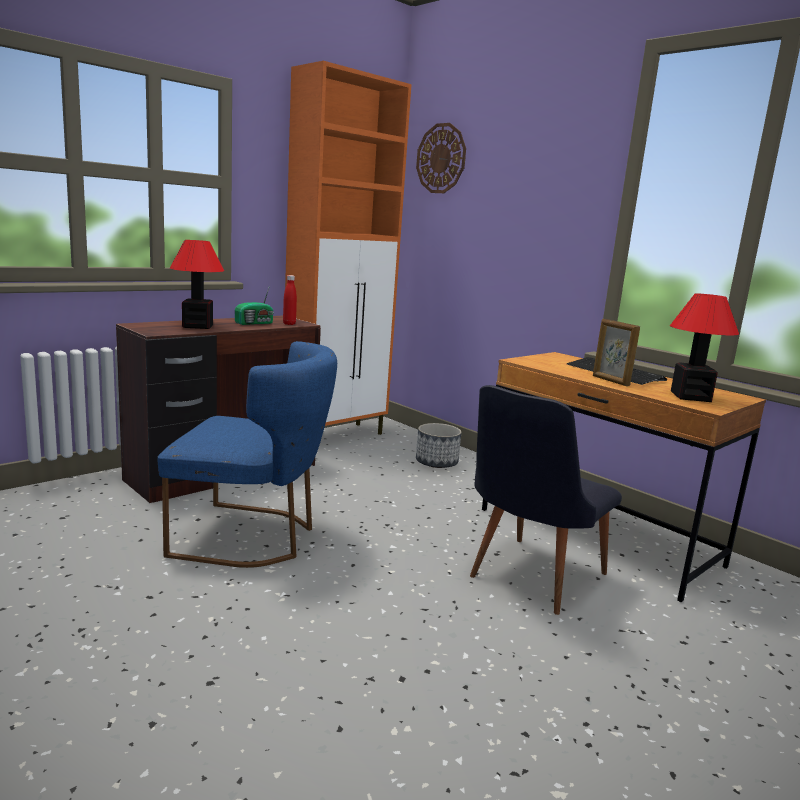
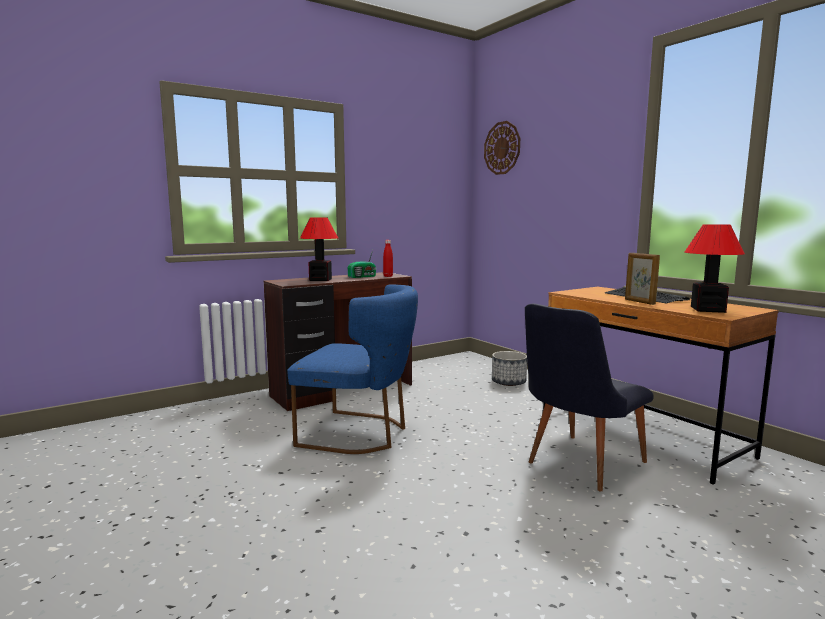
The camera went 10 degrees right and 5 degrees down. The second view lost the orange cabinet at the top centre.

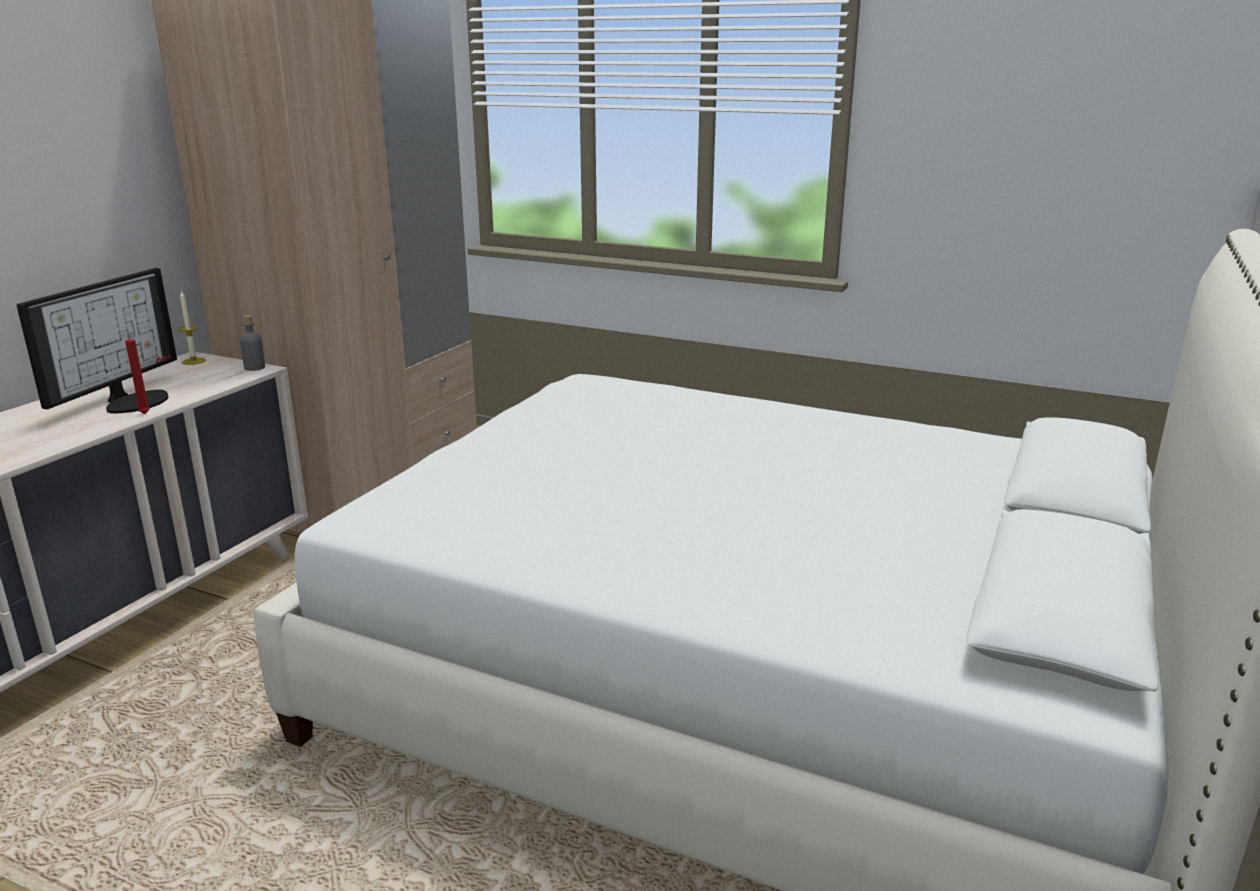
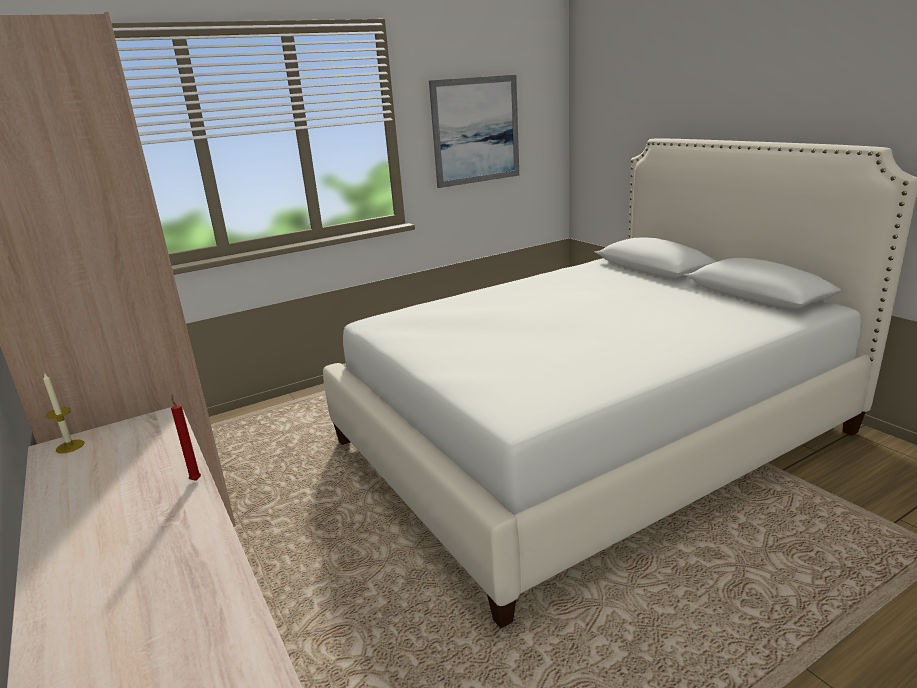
The camera went 55 degrees left and 0 degrees up. The second view gained the picture at the top centre. The second view lost the monitor at the middle left. The second view lost the grey bottle at the middle left.

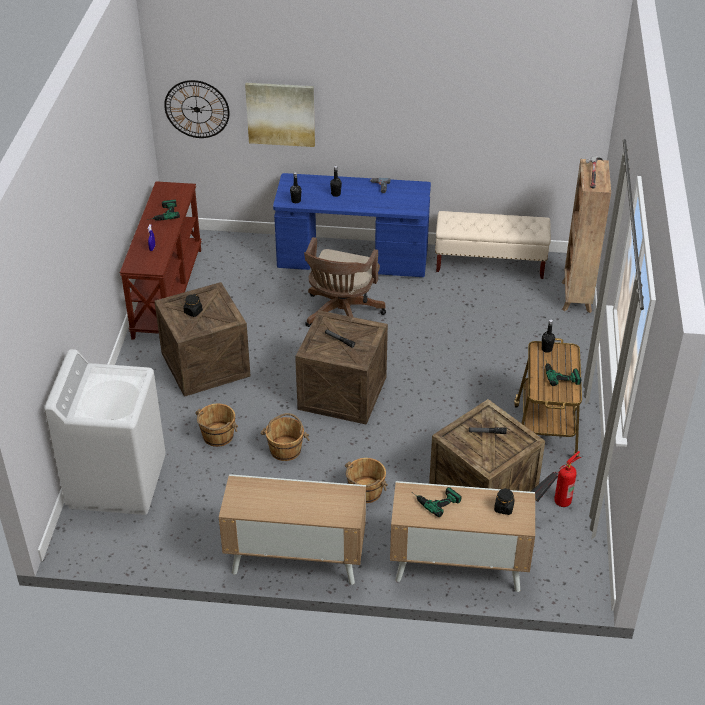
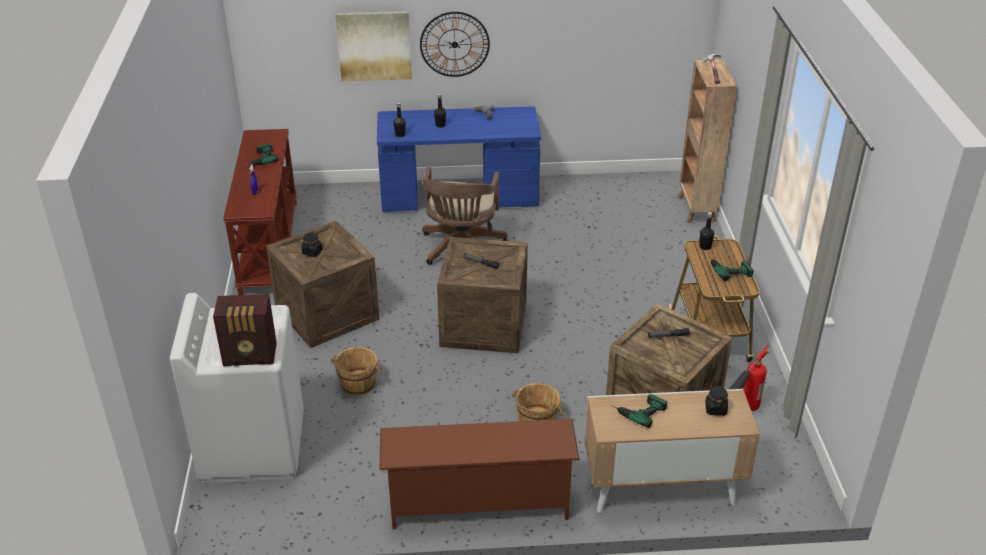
The camera went 10 degrees left and 5 degrees down. The second view gained the radio at the middle left. Where the cabinet (no. 1 from left) stood at the bottom centre, the brown shoe rack came to stand at the bottom centre. The wall clock ended up elsewhere, having gone from the top left to the top centre. The second view lost the brown bucket (no. 2 from left) at the centre. The second view lost the beige bench at the middle right.

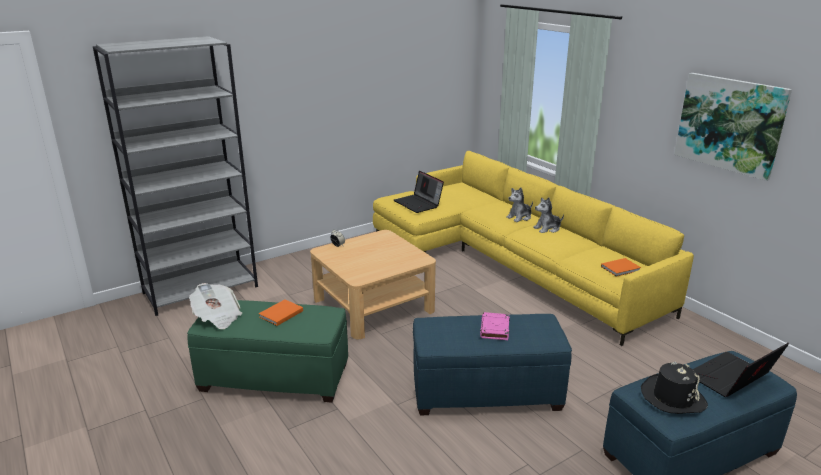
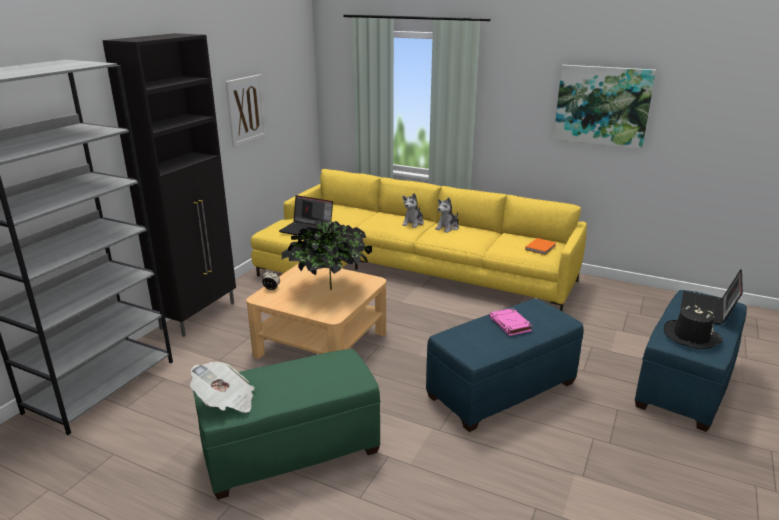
The camera went 30 degrees left and 0 degrees up. The second view gained the black cabinet at the middle left. The second view gained the picture (no. 1 from left) at the top left. The second view gained the potted plant at the centre. The second view lost the orange book (no. 1 from left) at the centre.

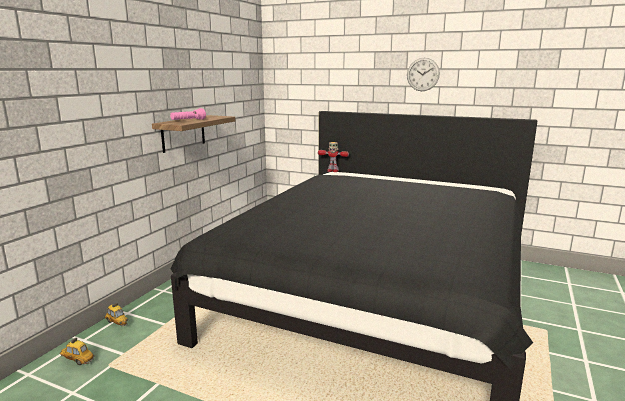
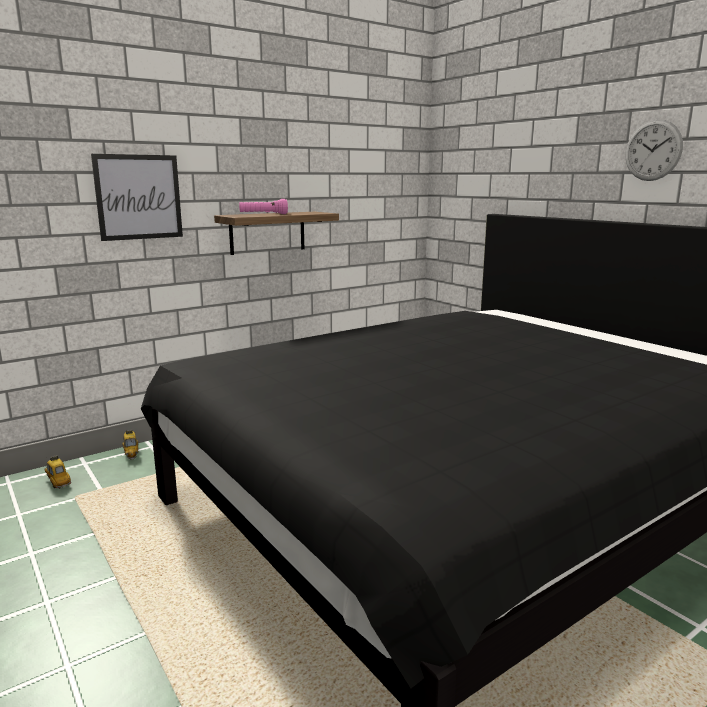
The camera went 30 degrees right and 0 degrees up. The second view gained the picture at the top left. The second view lost the toy robot at the centre.

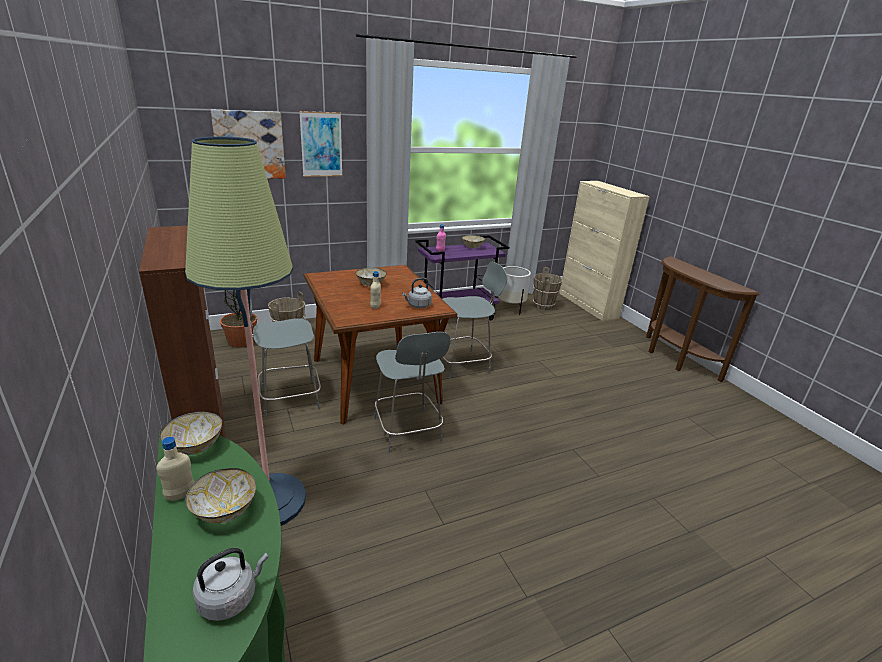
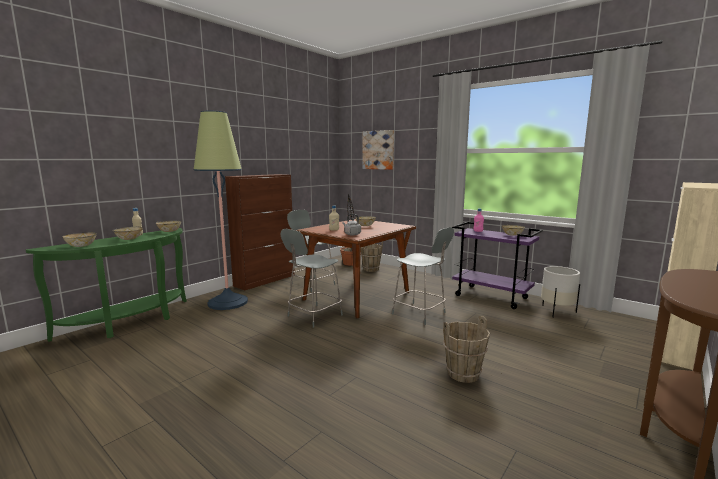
The camera went 65 degrees right and 15 degrees down. Where the grey kettle (no. 1 from left) stood at the bottom left, the bowl (no. 1 from left) came to stand at the middle left. The brown bucket (no. 2 from left) ended up elsewhere, having gone from the centre to the bottom centre. The second view lost the picture (no. 2 from left) at the top centre.

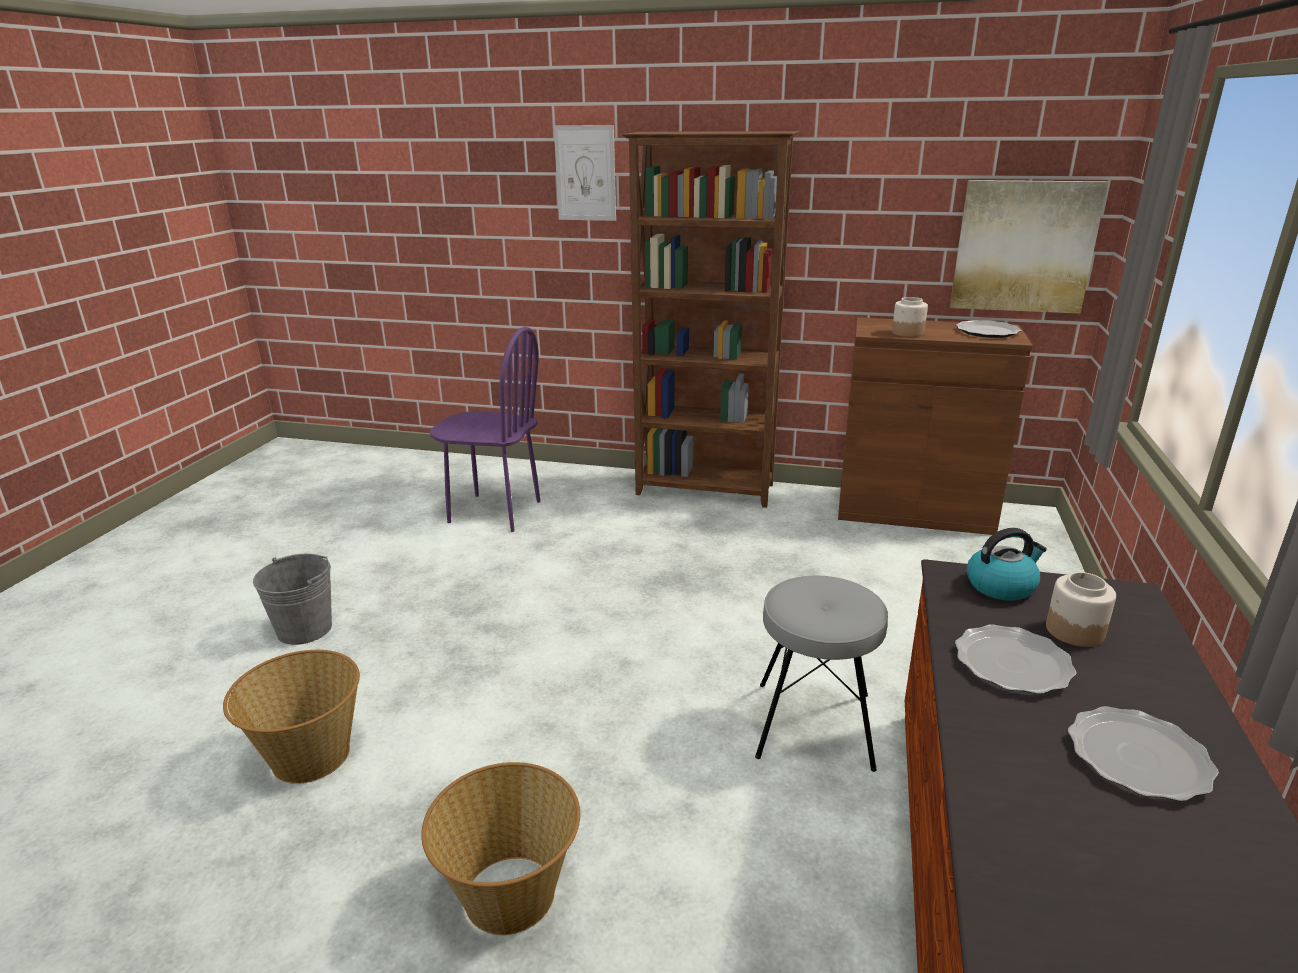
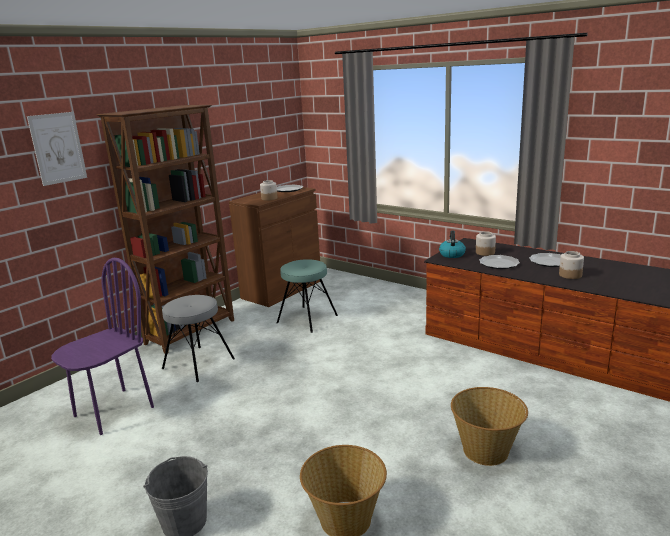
The camera went 65 degrees left and 5 degrees down. The grey stool ended up elsewhere, having gone from the bottom centre to the middle left. The second view gained the turquoise stool at the centre. The second view gained the jar (no. 3 from left) at the middle right. The second view lost the picture (no. 2 from left) at the top right.

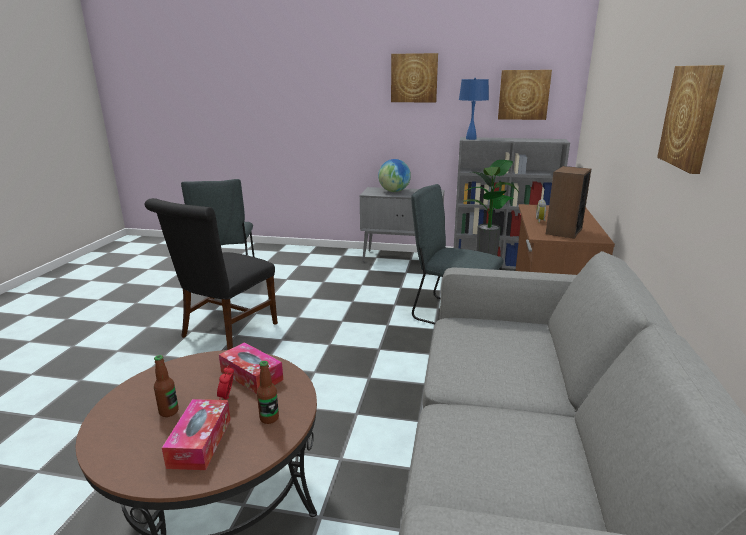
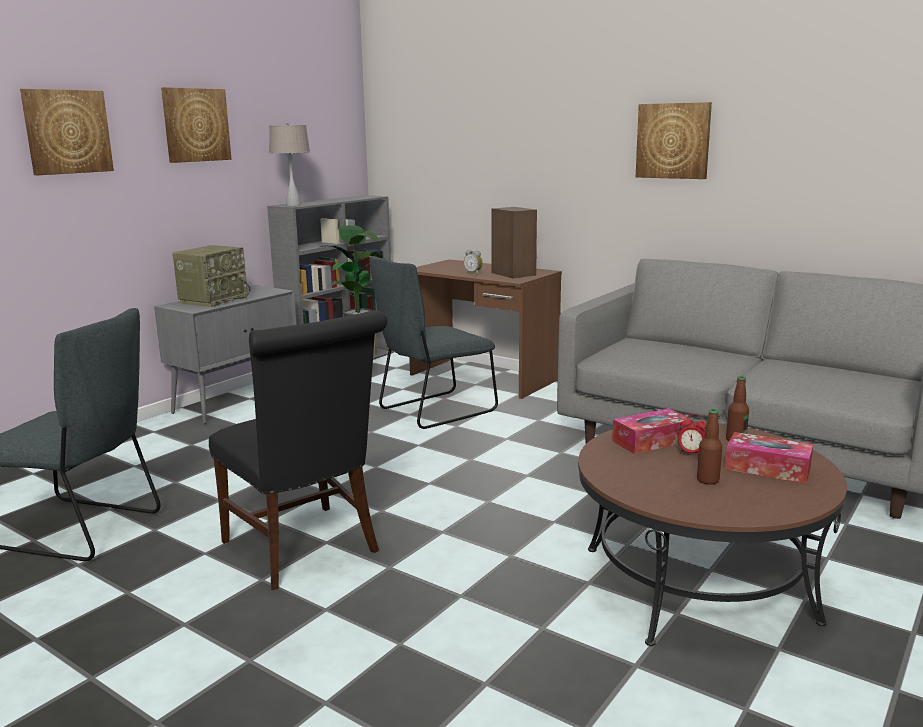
The camera went 65 degrees left and 5 degrees down. The picture (no. 2 from left in the first image) ended up elsewhere, having gone from the top right to the top left. Where the globe stood at the top centre, the radio came to stand at the middle left. What was the blue table lamp at the top centre turned into the beige table lamp at the top left.

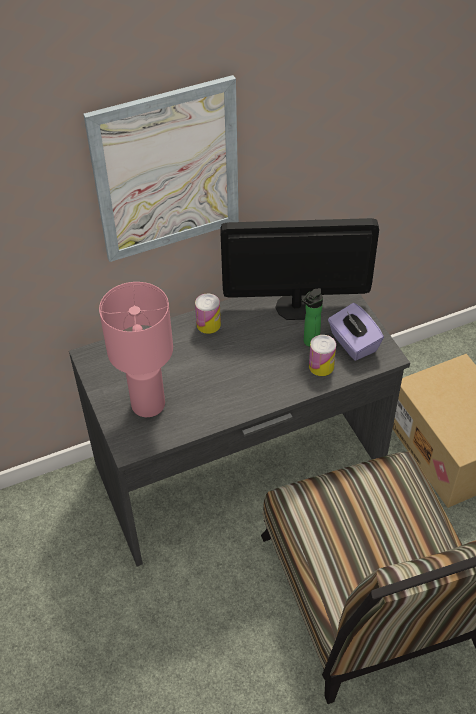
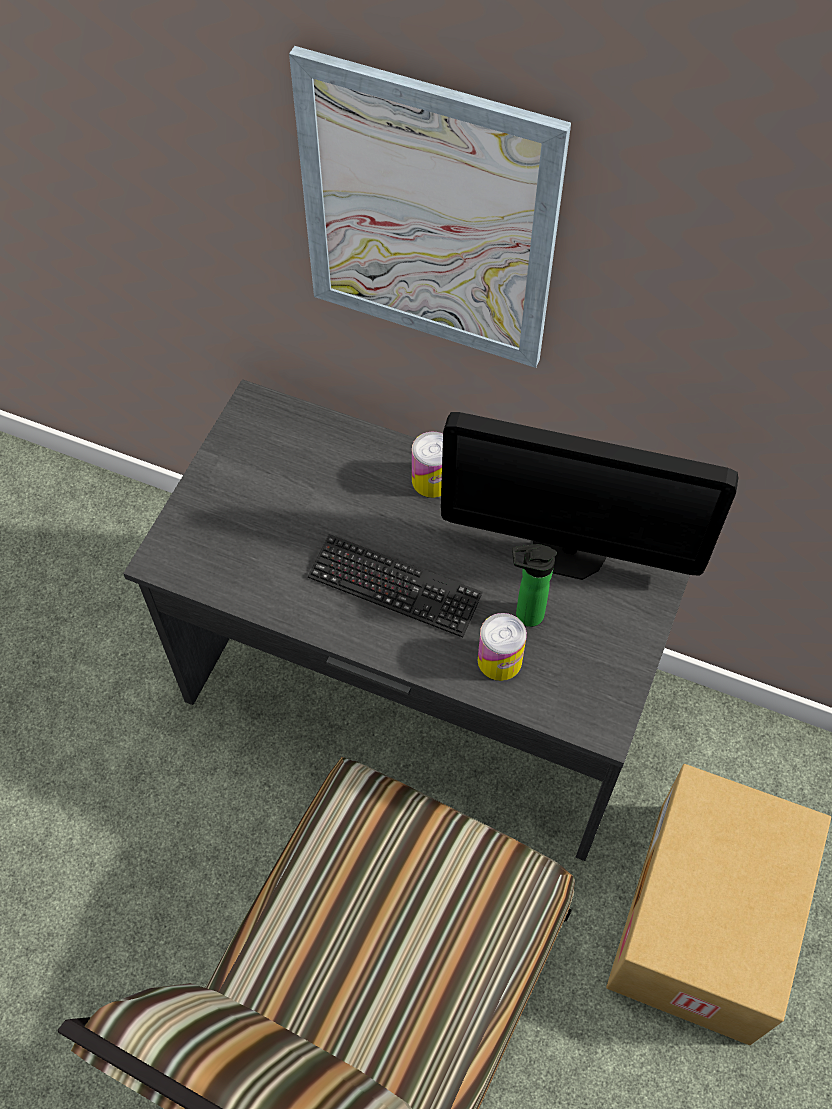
The camera went 45 degrees right and 10 degrees up. The second view gained the keyboard at the centre. The monitor at the centre ended up facing another way, 150 degrees clockwise from before. The second view lost the pink table lamp at the middle left. The second view lost the purple tissue box at the middle right.

